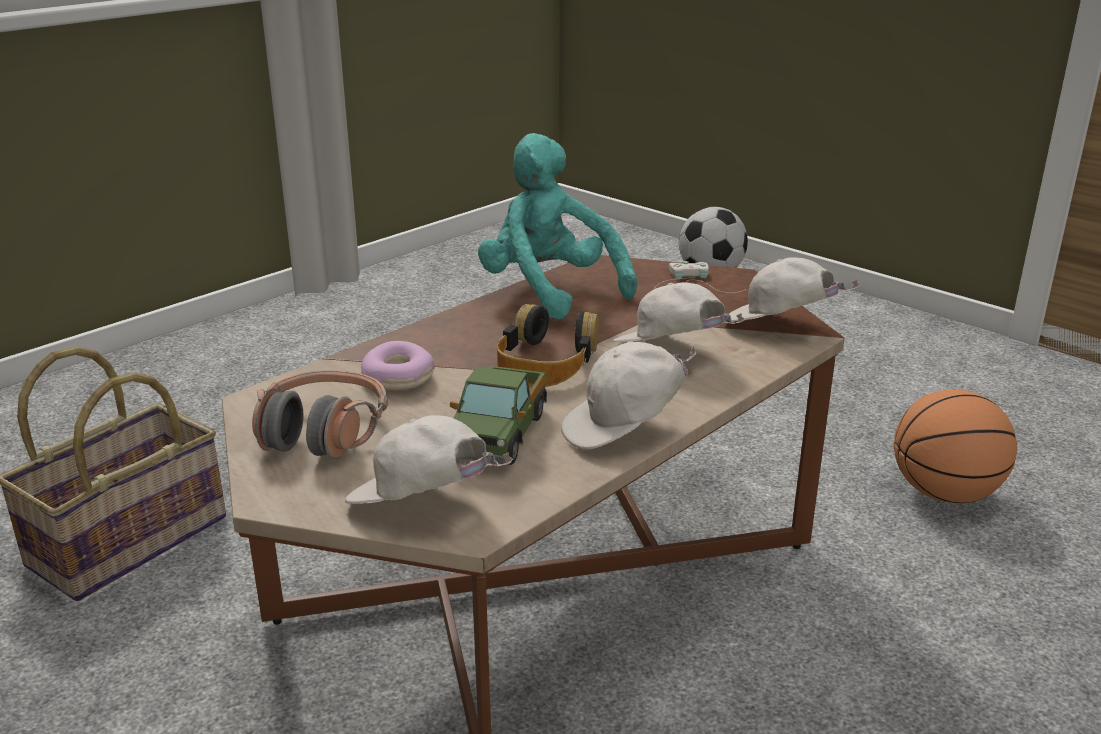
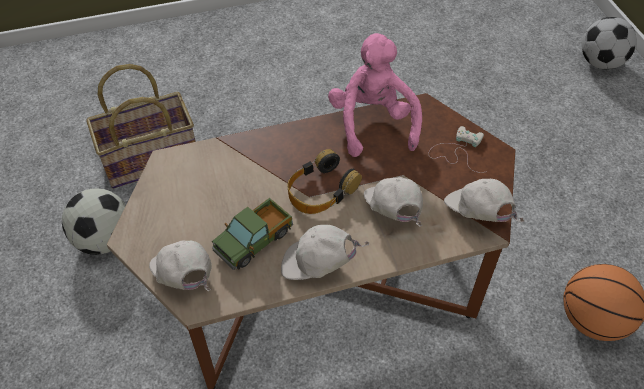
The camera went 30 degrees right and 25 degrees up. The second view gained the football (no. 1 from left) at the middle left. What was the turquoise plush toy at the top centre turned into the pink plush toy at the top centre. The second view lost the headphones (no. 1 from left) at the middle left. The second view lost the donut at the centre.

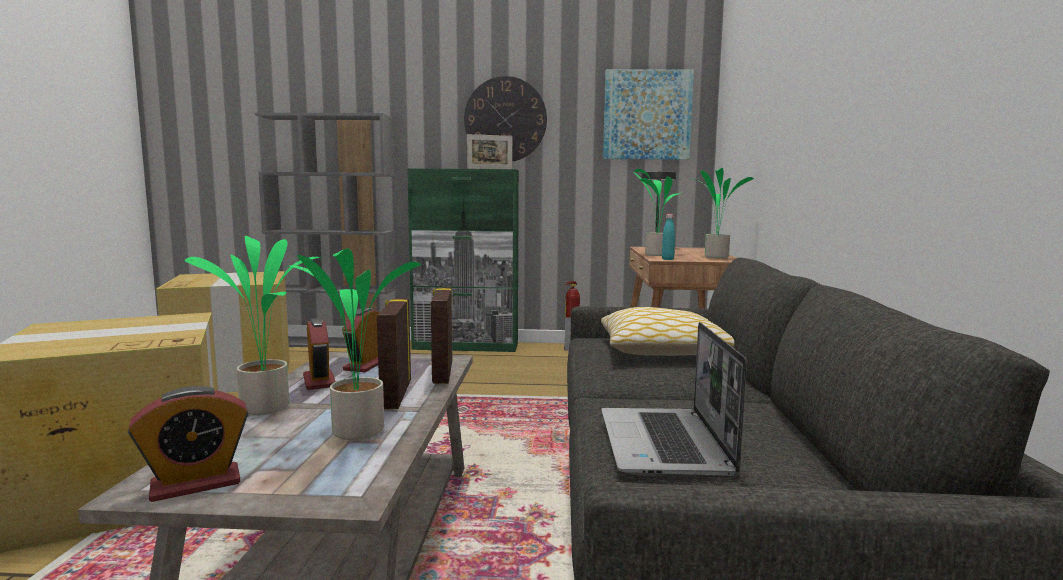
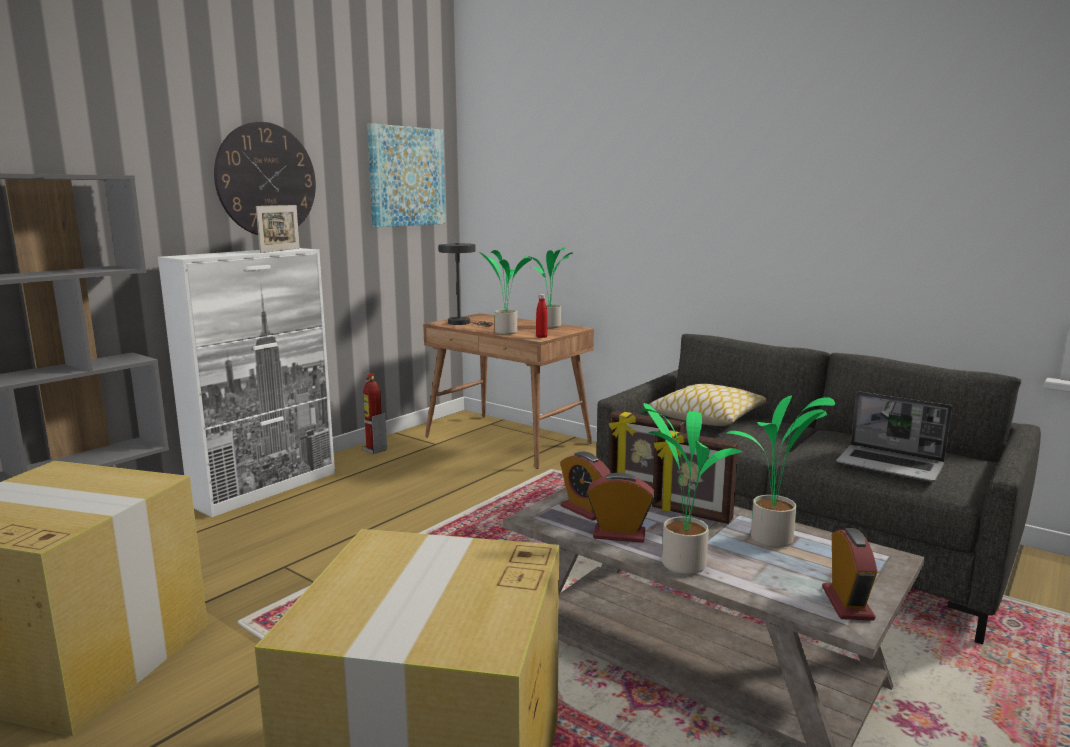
The camera went 55 degrees left and 5 degrees up. What was the green cabinet at the centre turned into the white cabinet at the middle left. What was the turquoise bottle at the centre turned into the red bottle at the centre.

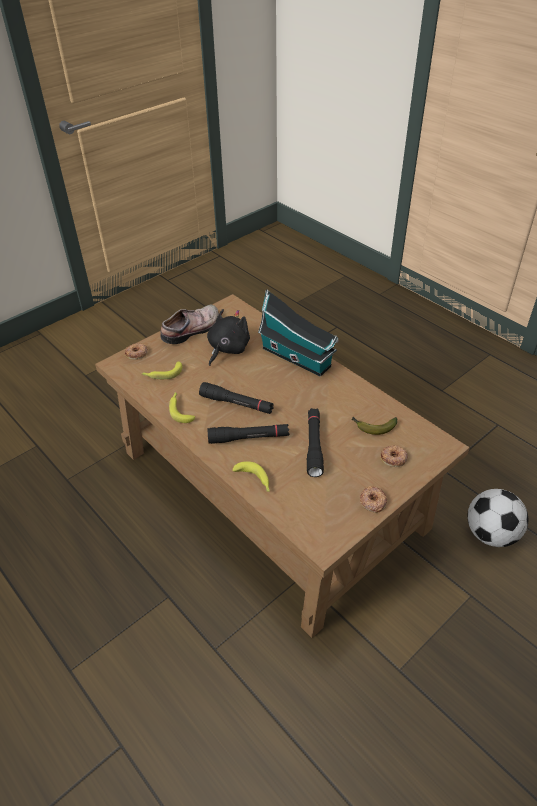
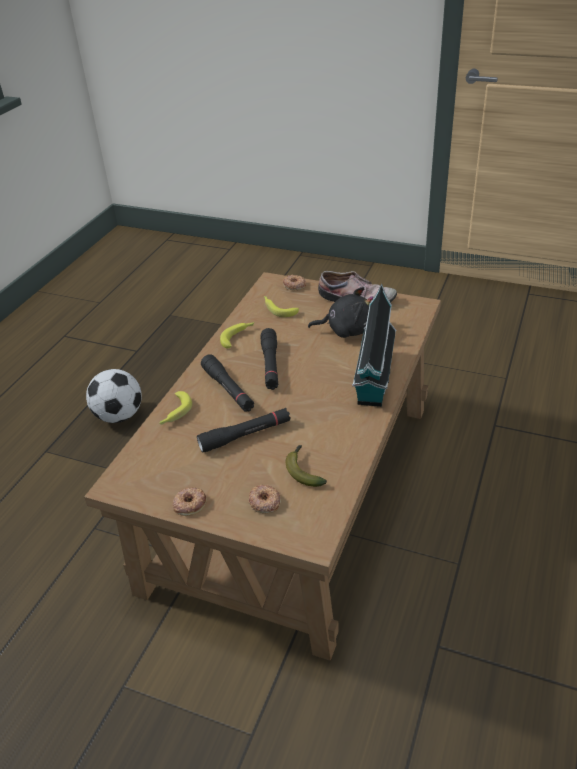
The camera went 65 degrees right and 5 degrees down. The football ended up elsewhere, having gone from the middle right to the middle left.

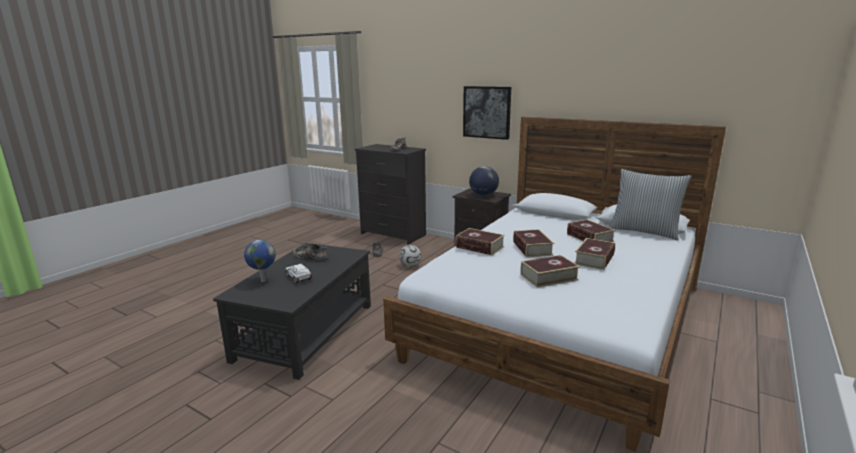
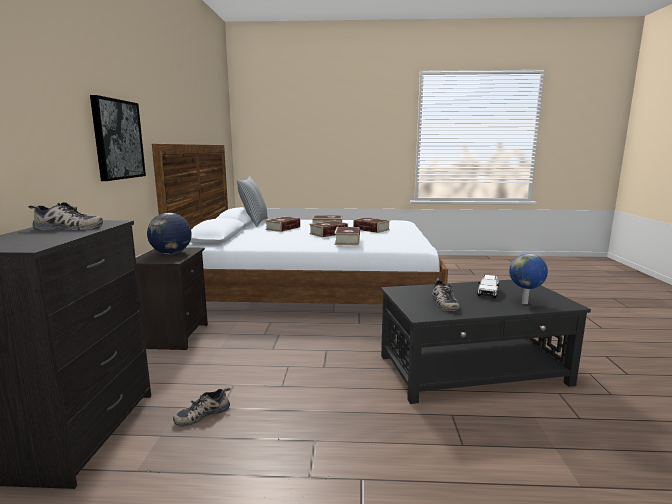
The camera went 120 degrees left and 5 degrees down. The second view lost the football at the centre.

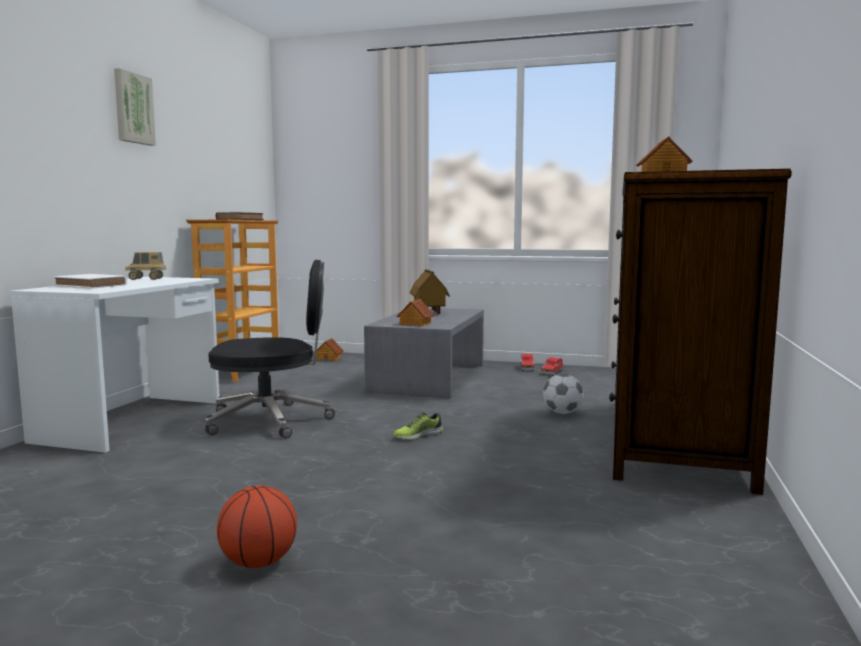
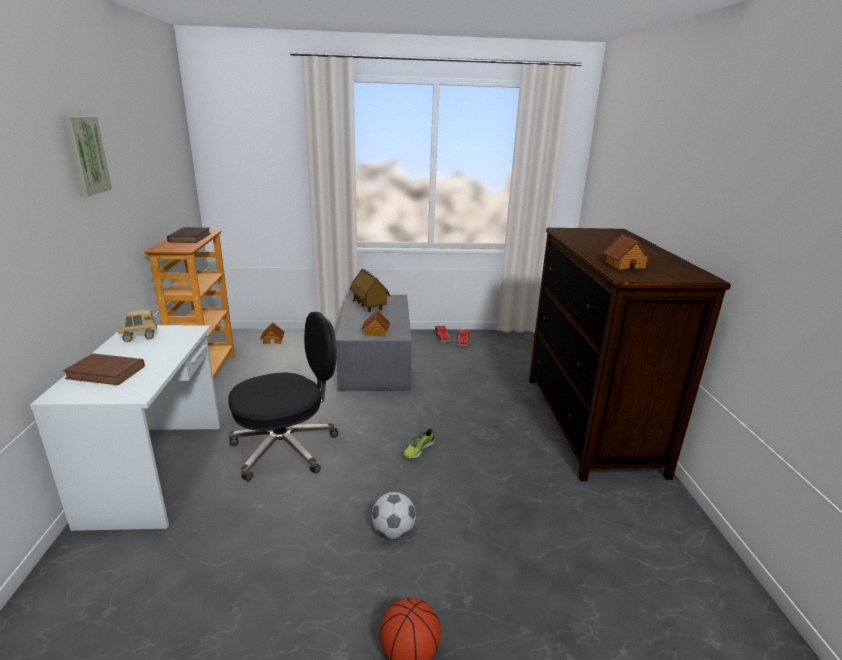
The camera went 20 degrees left and 15 degrees up. What was the white book at the middle left turned into the brown book (no. 1 from left) at the middle left. The football ended up elsewhere, having gone from the centre to the bottom centre.

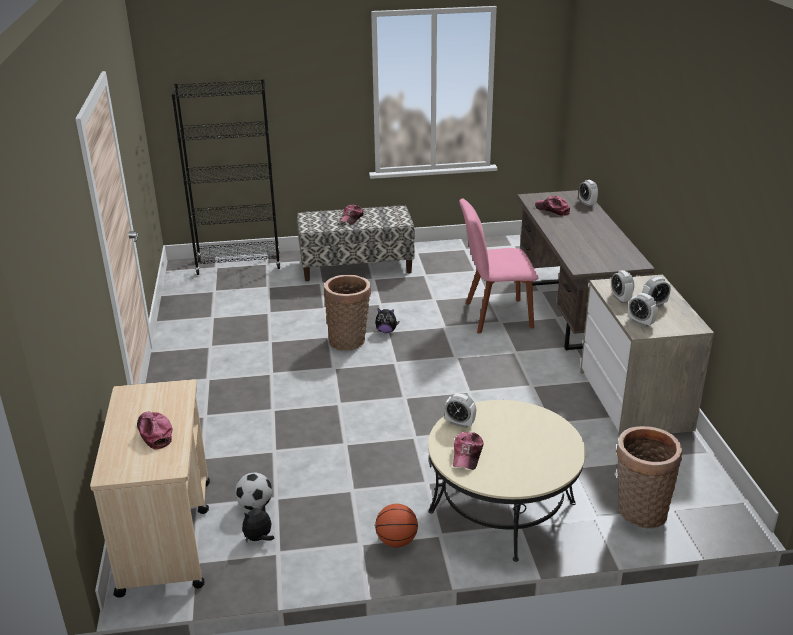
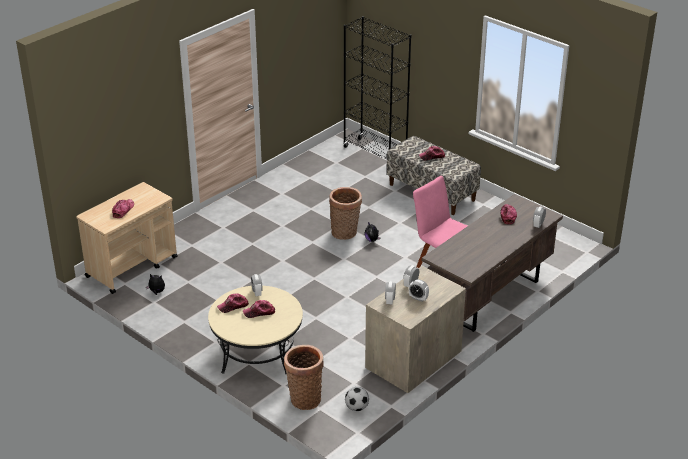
The camera went 50 degrees right and 5 degrees up. The second view gained the cap (no. 3 from left) at the bottom centre. The football ended up elsewhere, having gone from the bottom left to the bottom centre. The second view lost the basketball at the bottom centre.

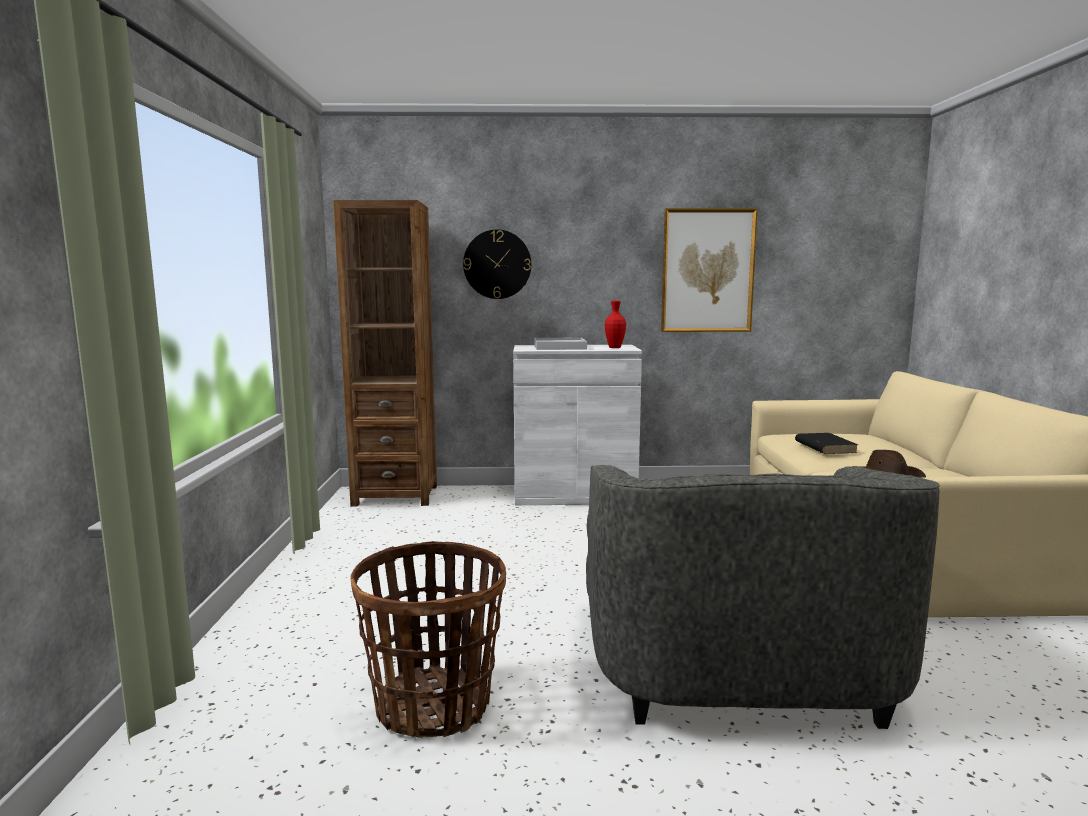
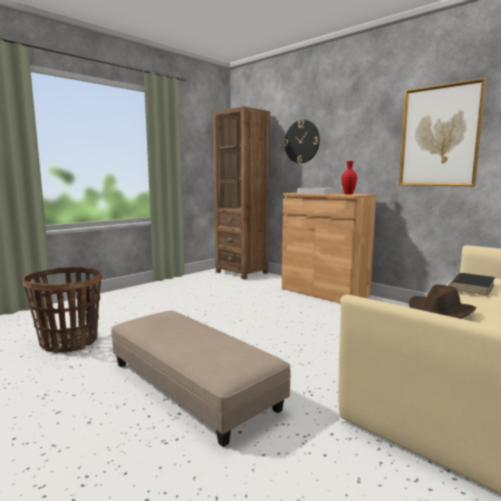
The camera went 45 degrees right and 0 degrees up. Where the grey armchair stood at the bottom right, the beige ottoman came to stand at the bottom centre. What was the white cabinet at the centre turned into the brown cabinet at the centre.

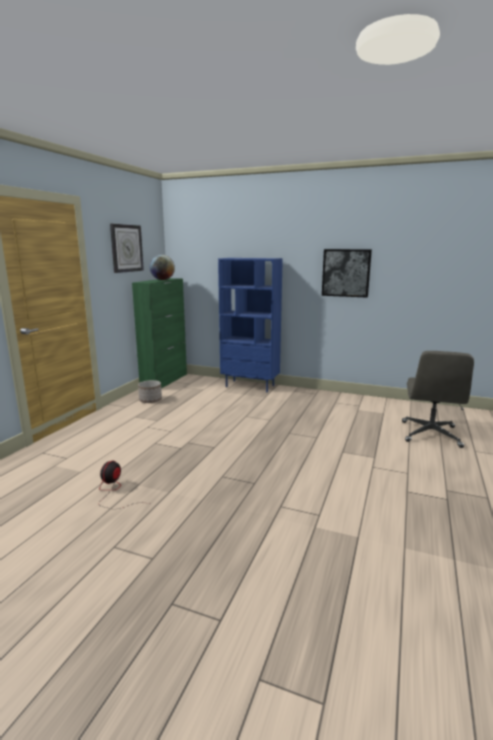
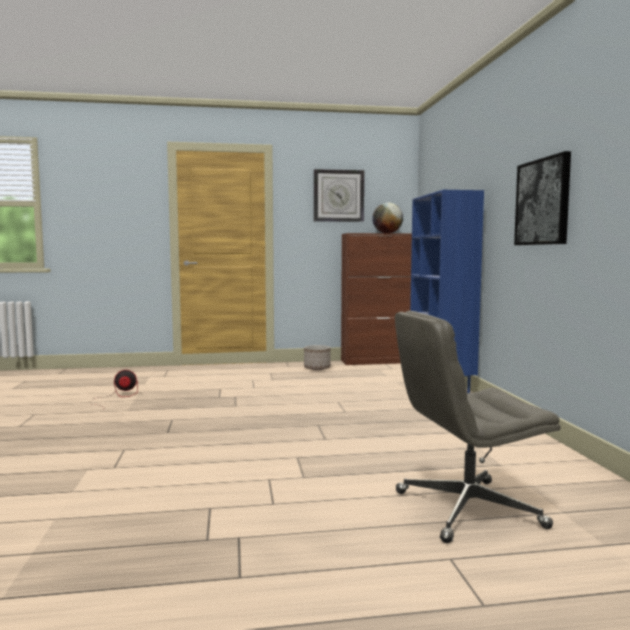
The camera went 60 degrees right and 10 degrees down. What was the green cabinet at the middle left turned into the brown cabinet at the centre.

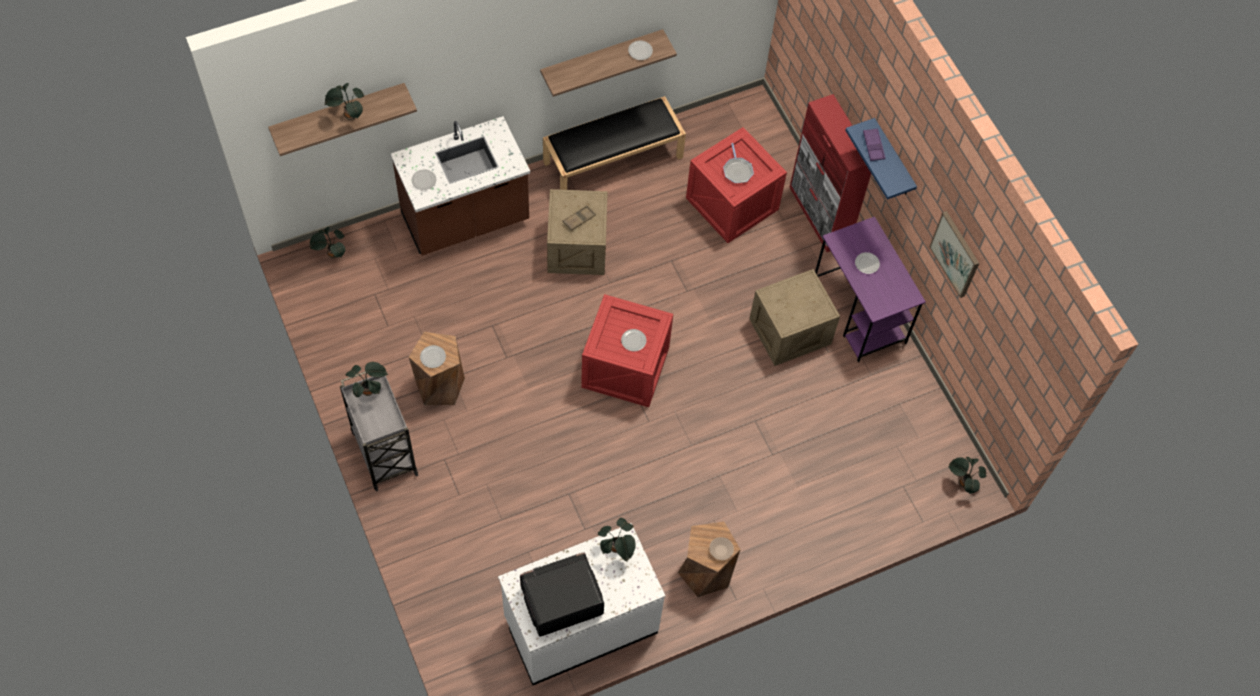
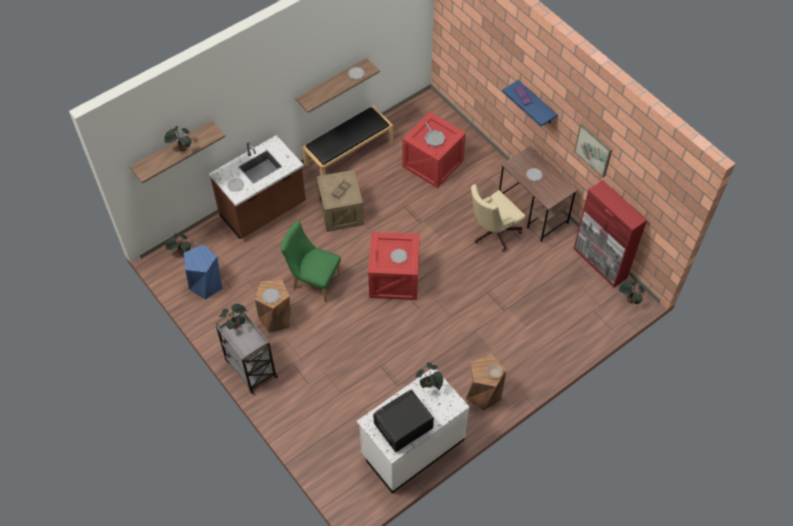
The camera went 10 degrees left and 5 degrees down. The second view gained the blue stool at the middle left. The second view gained the green chair at the centre. Where the crate (no. 4 from left) stood at the centre, the beige office chair came to stand at the centre. What was the purple desk at the middle right turned into the brown desk at the middle right. The red cabinet ended up elsewhere, having gone from the top centre to the middle right.

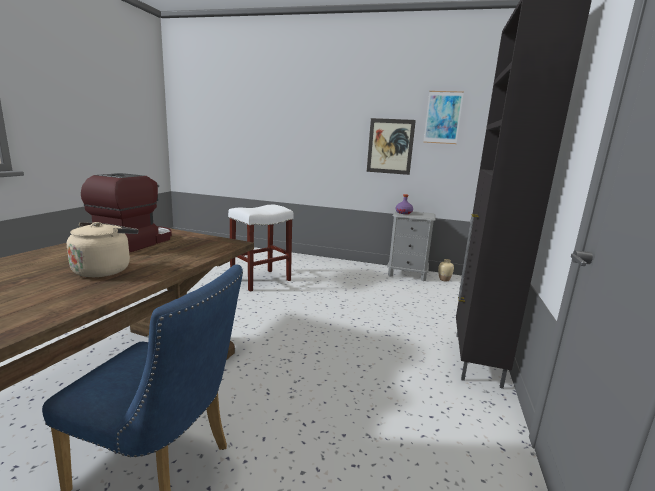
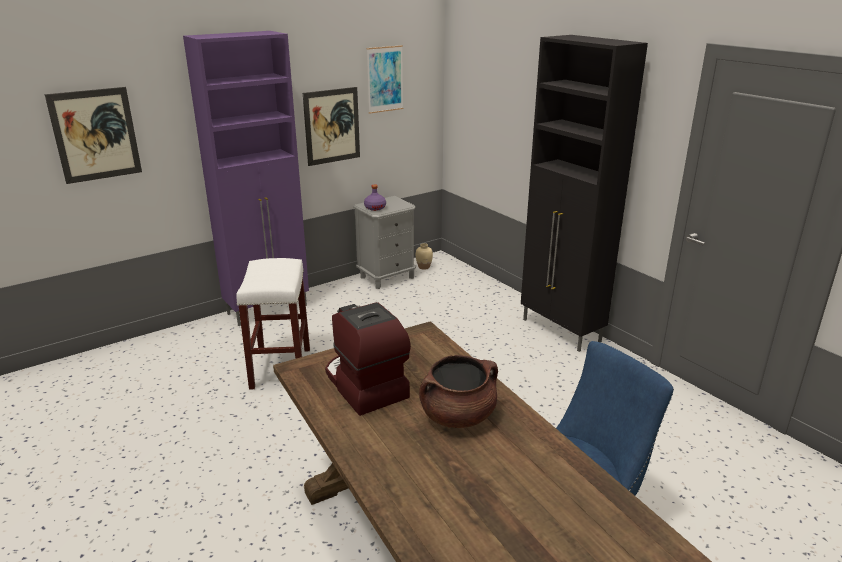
The camera went 50 degrees left and 10 degrees up. The second view gained the picture (no. 1 from left) at the top left. The second view gained the purple cabinet at the top left. Where the beige kettle stood at the middle left, the brown cooking pot came to stand at the bottom centre.

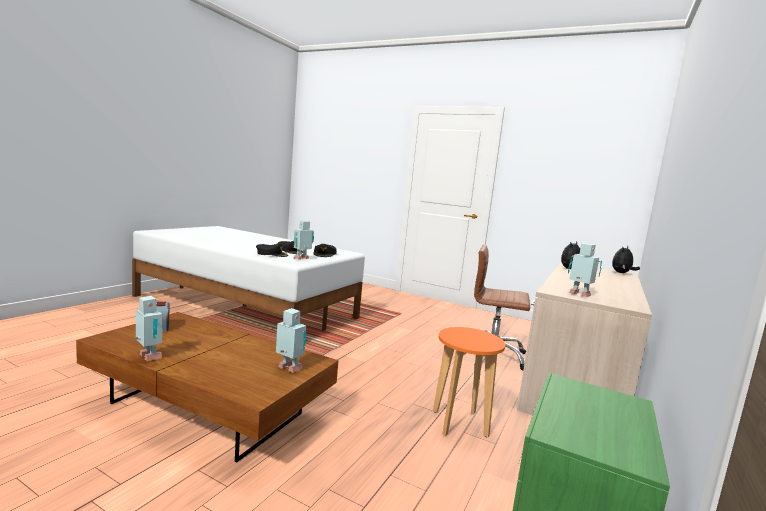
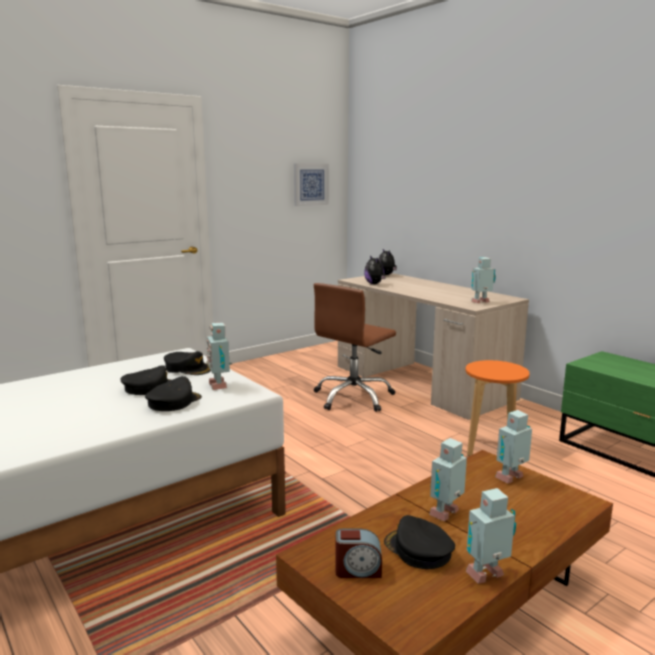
The camera went 65 degrees left and 5 degrees up. The second view gained the picture at the top centre. The second view gained the black cap (no. 4 from left) at the bottom centre. The second view gained the toy robot (no. 2 from left) at the bottom right.

